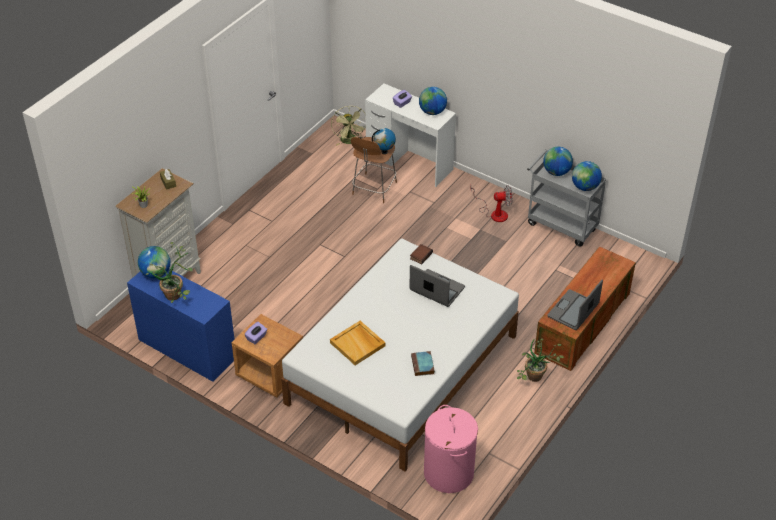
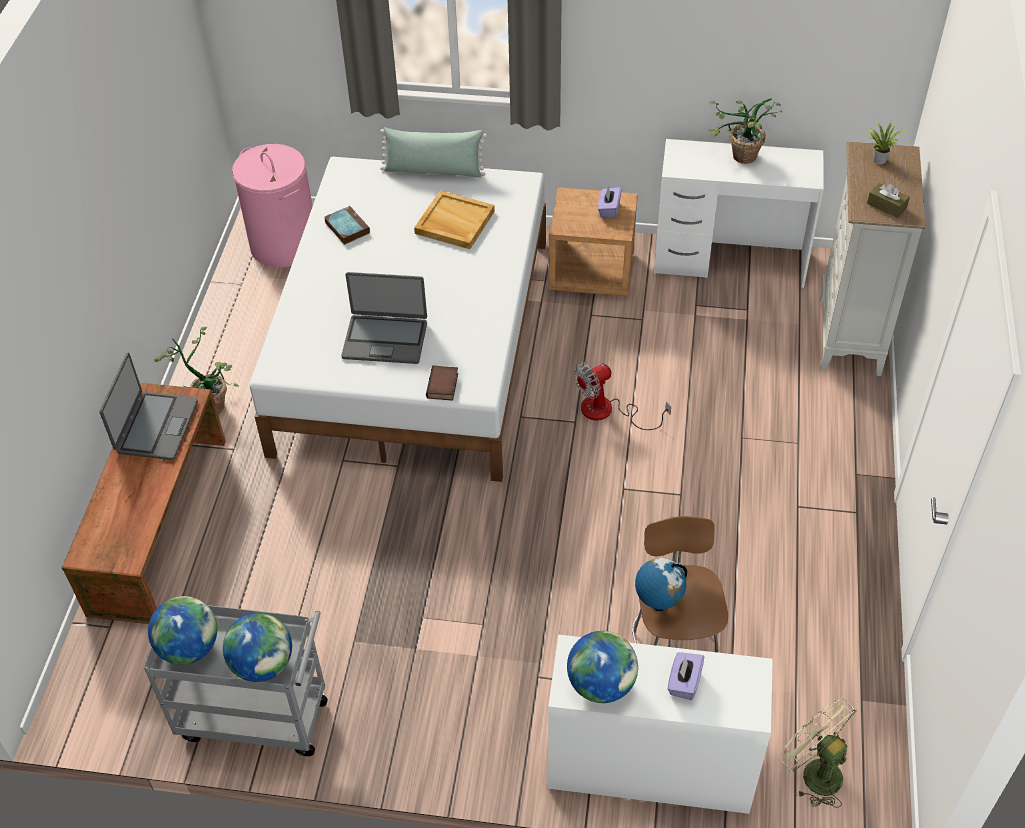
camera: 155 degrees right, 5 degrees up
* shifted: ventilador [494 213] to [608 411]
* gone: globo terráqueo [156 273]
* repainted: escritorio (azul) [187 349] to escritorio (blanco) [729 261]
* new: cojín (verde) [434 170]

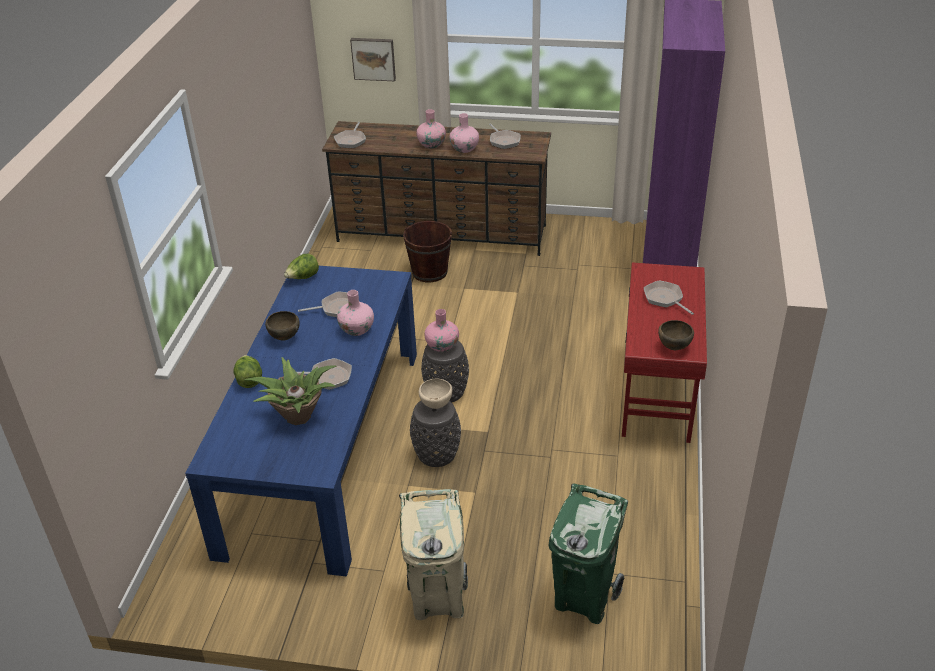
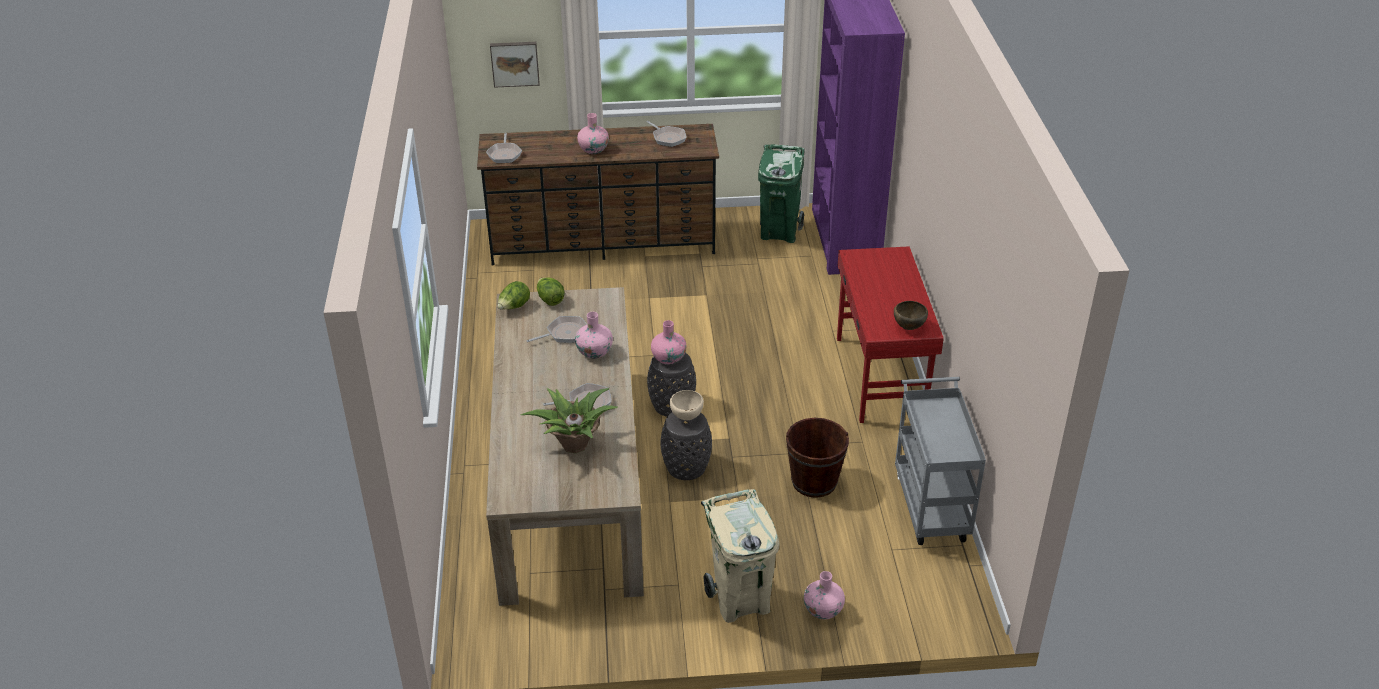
camera: 15 degrees left, 0 degrees up
* shifted: florero (rosa) [464 149] to [823 610]
* shifted: cubo (marrón) [429 272] to [814 482]
* repainted: mesa de comedor (azul) [324 447] to mesa de comedor (beis) [569 478]
* gone: sartén [665 299]
* gone: cuenco (marrón) [284 338]
* shifted: lechuga [249 380] to [550 300]
* shifted: papelera (verde) [584 598] to [779 232]
* new: carrito (gris) [930 508]

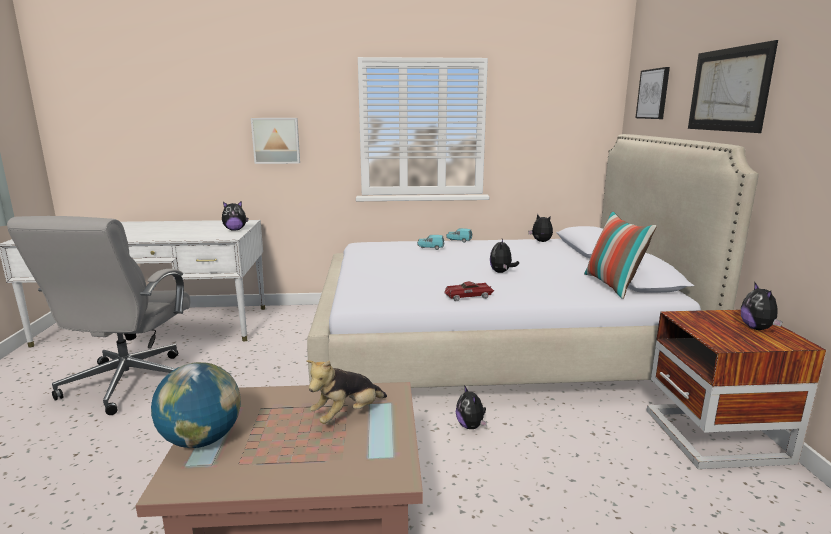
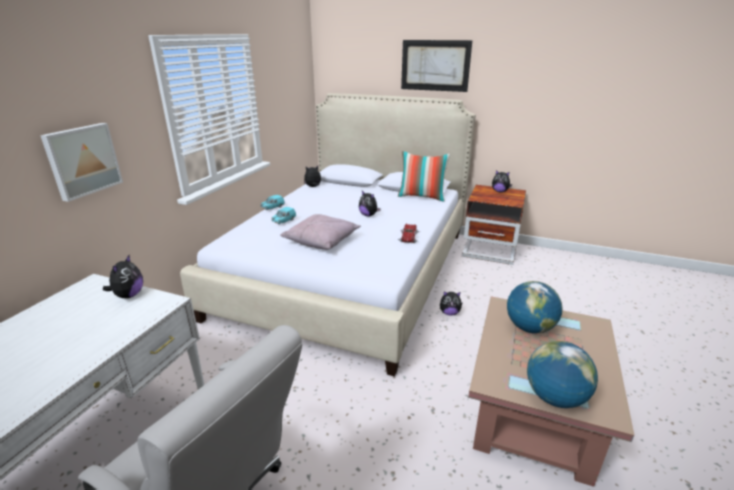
camera: 65 degrees left, 10 degrees up
* gone: cuadro [653 94]
* swapped: peluche [347 415] to globo terráqueo [529 327]
* new: cojín (morado) [322 240]

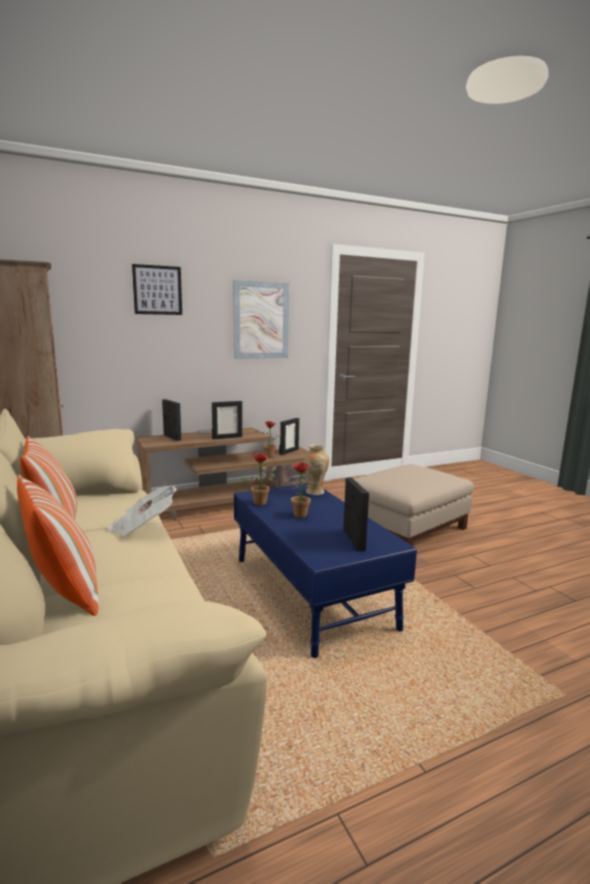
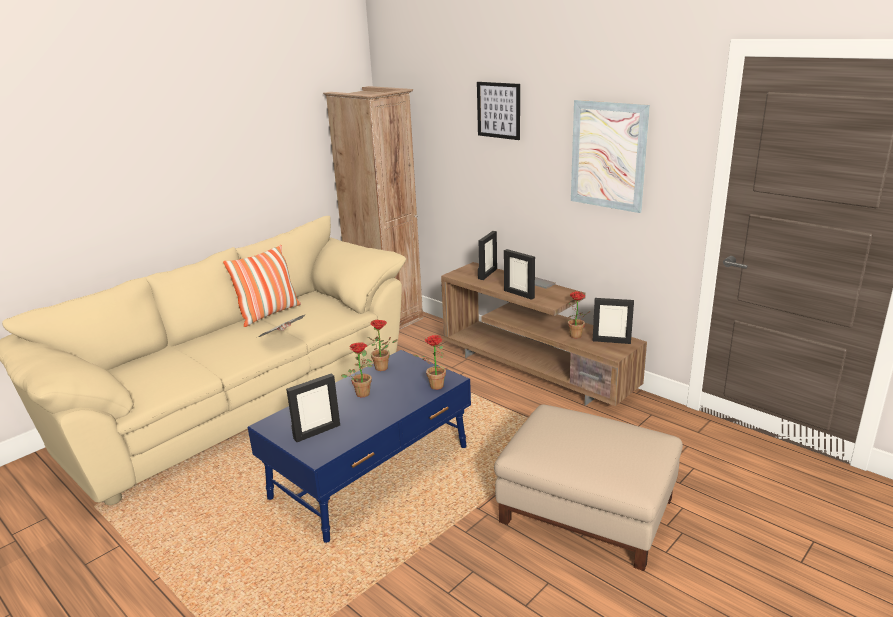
camera: 70 degrees right, 10 degrees up
* swapped: florero [315 492] to planta en maceta [433 386]
* gone: cojín [65 593]

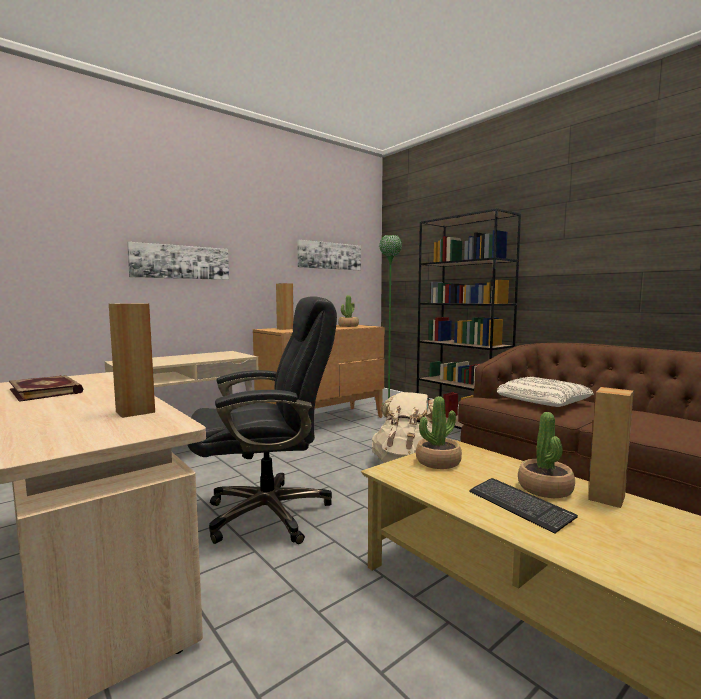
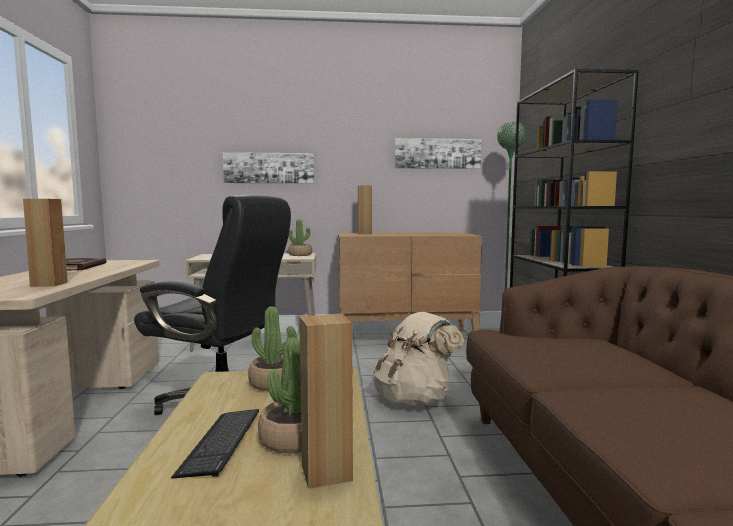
camera: 35 degrees right, 0 degrees up
* shifted: planta en maceta [348 326] to [300 255]
* gone: cojín (beis) [543 401]

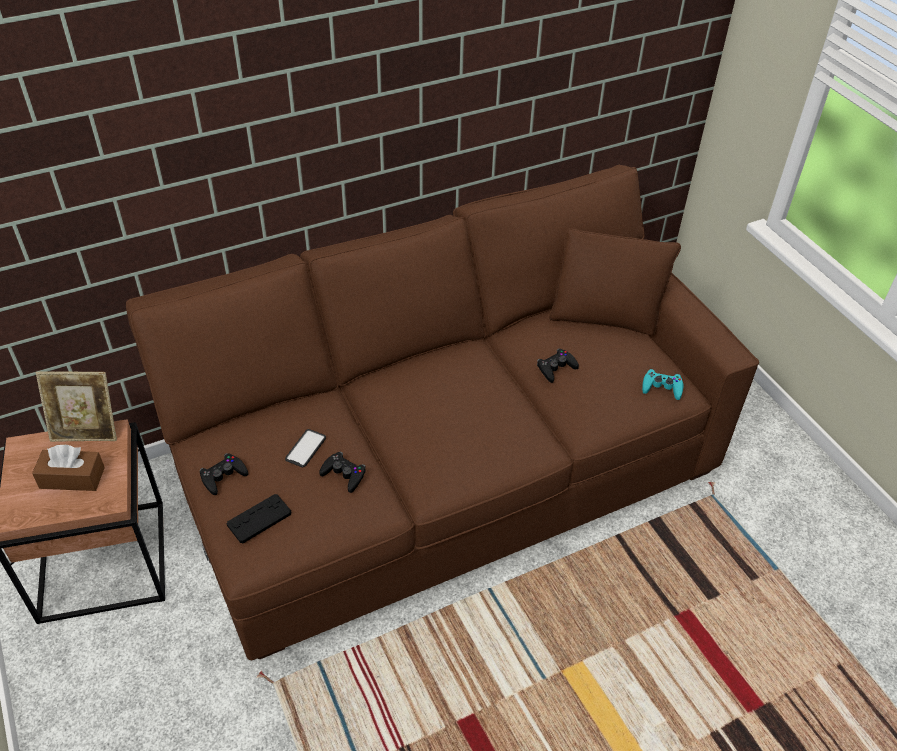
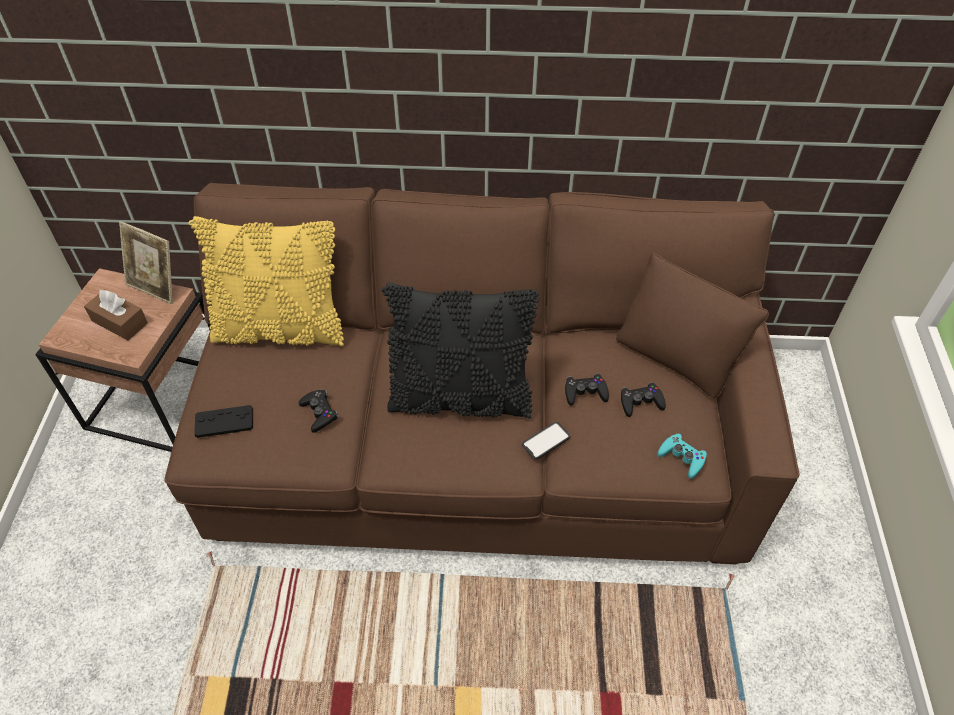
camera: 30 degrees right, 5 degrees up
* shifted: móvil [305 448] to [546 441]
* shifted: mando de consola (negro) [223 476] to [640 402]
* new: cojín (amarillo) [281 329]
* new: cojín (negro) [460 398]

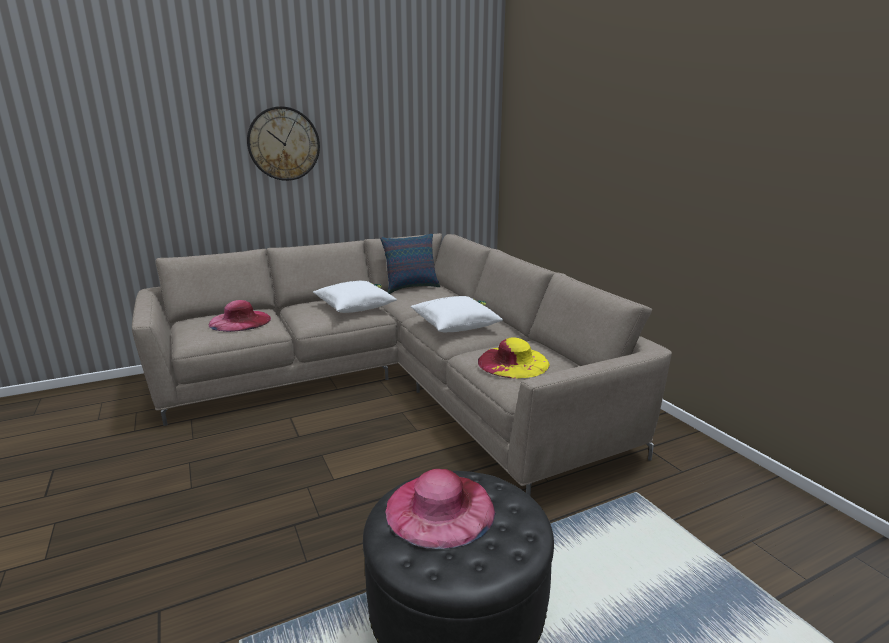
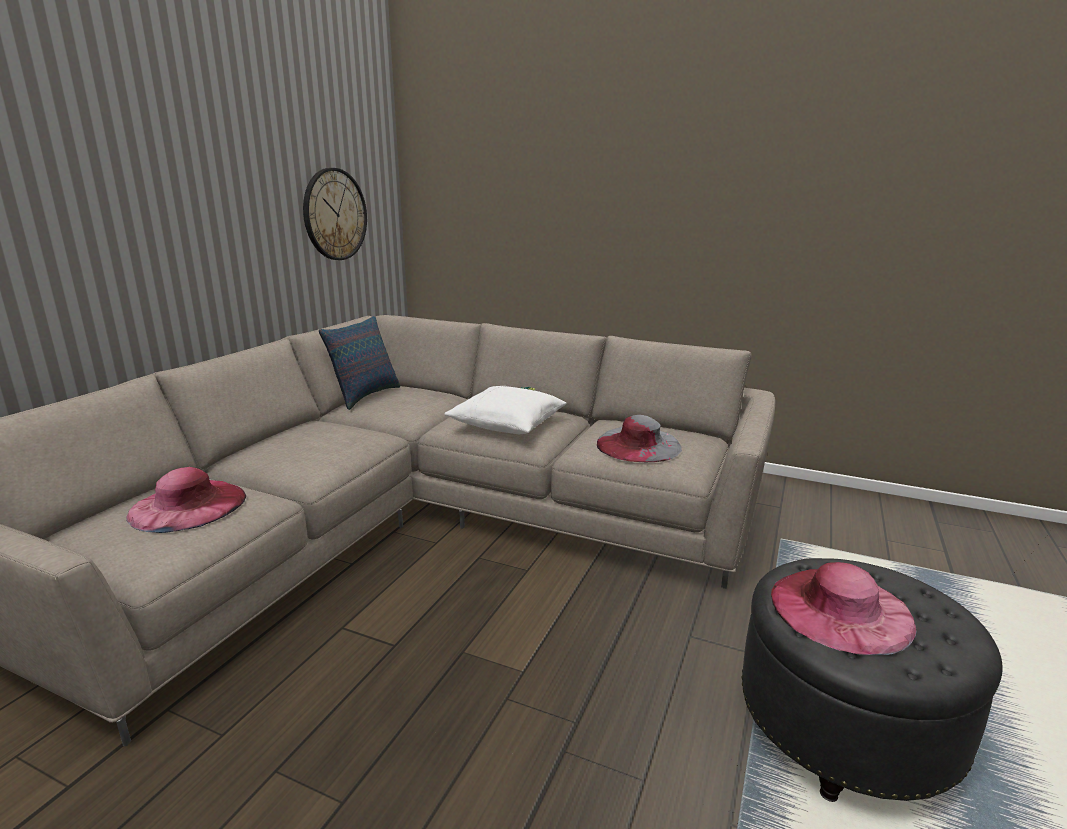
camera: 40 degrees left, 0 degrees up
* shifted: reloj de pared [283 144] to [335 214]
* gone: cojín (blanco) [354 307]
* repainted: sombrero (amarillo) [513 362] to sombrero (gris) [638 445]

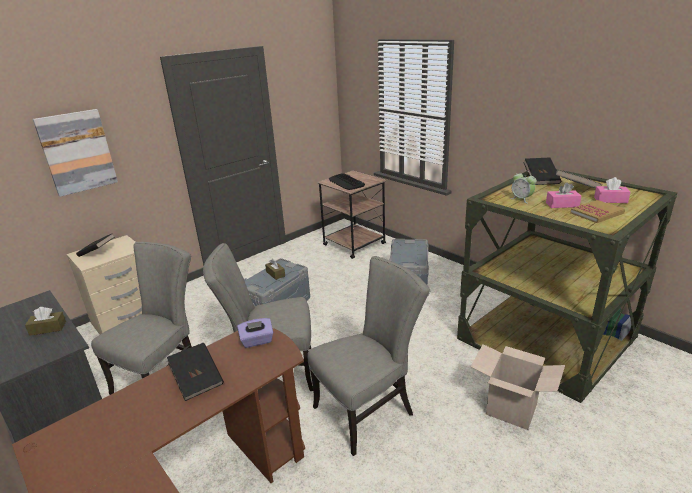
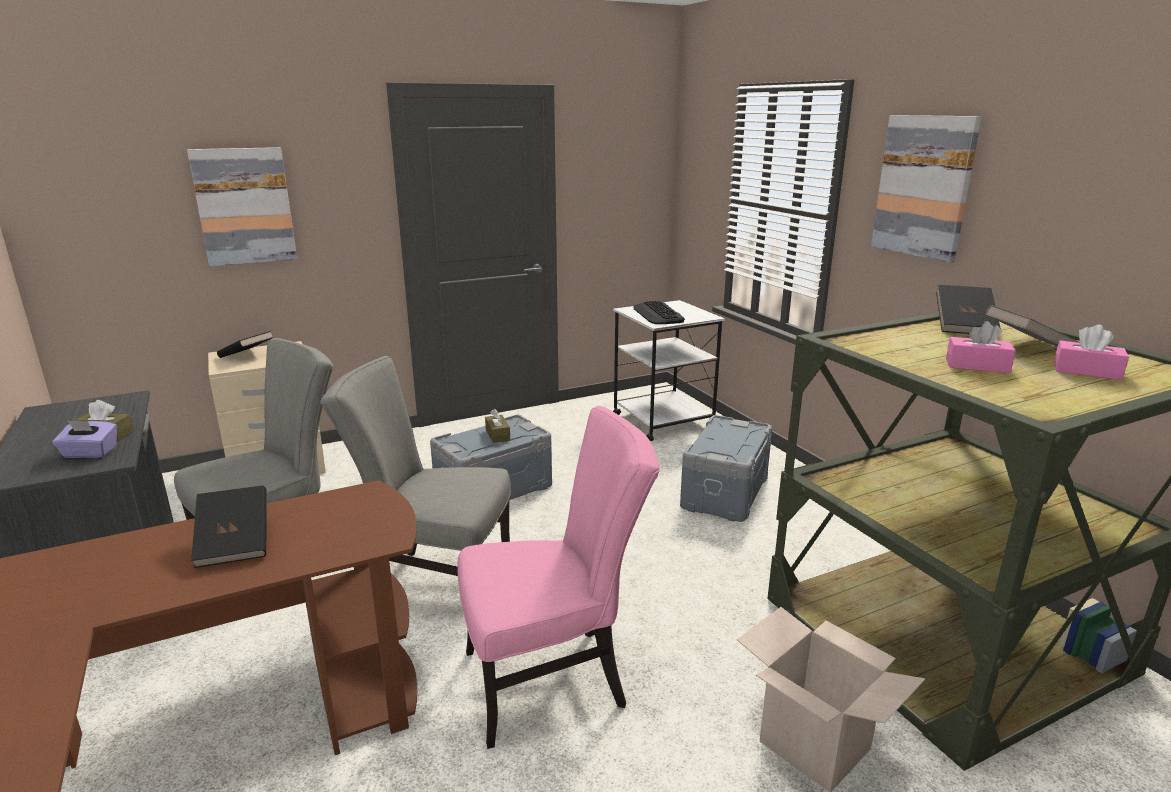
camera: 15 degrees right, 5 degrees down
* repainted: carrito (marrón) [354 244] to carrito (blanco) [663 422]
* gone: despertador [521 199]
* gone: libro [597 213]
* repainted: silla (gris) [369 409] to silla (rosa) [554 679]
* shifted: caja de pañuelos (morado) [257 341] to [90 453]
* new: cuadro [924 187]

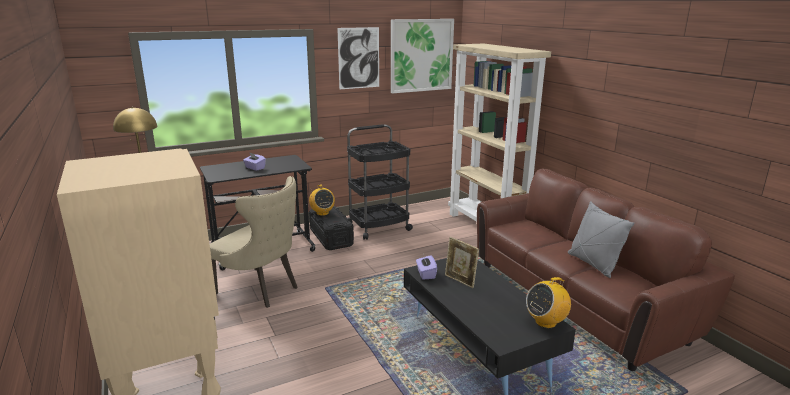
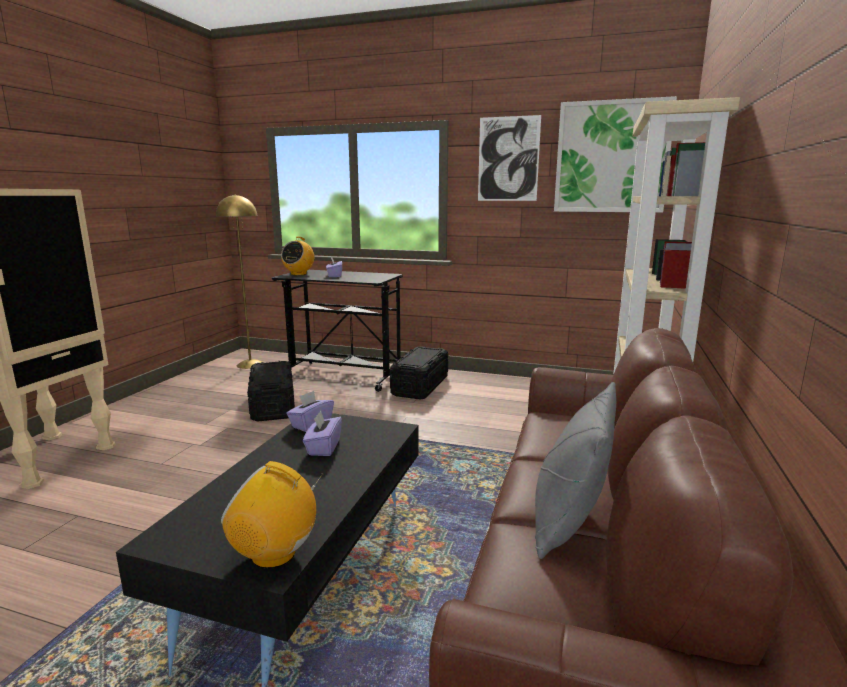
camera: 45 degrees right, 5 degrees down
* gone: carrito (negro) [378 227]
* swapped: silla (beis) [261 289] to caja de almacenaje (negro) [273 405]
* shifted: radio [322 213] to [299 274]
* swapped: portarretratos [460 281] to caja de pañuelos (morado) [323 447]

